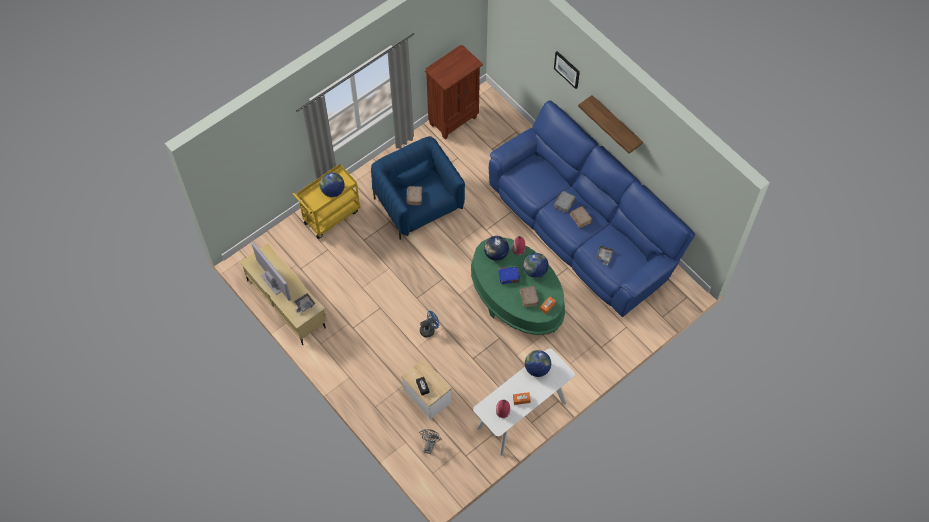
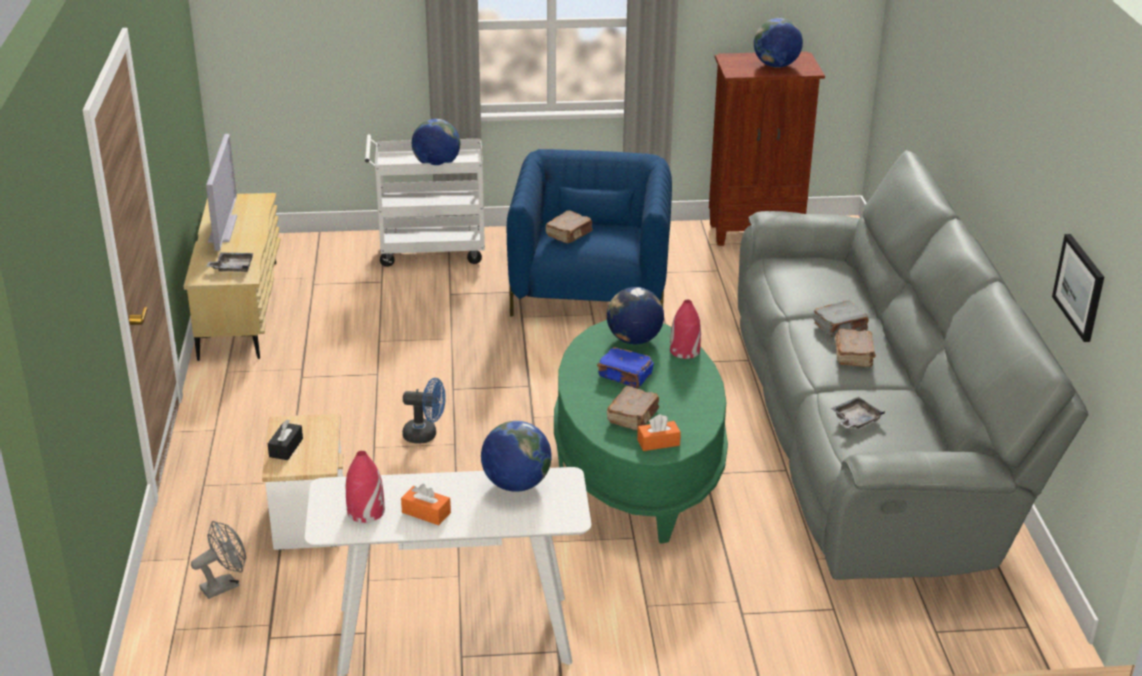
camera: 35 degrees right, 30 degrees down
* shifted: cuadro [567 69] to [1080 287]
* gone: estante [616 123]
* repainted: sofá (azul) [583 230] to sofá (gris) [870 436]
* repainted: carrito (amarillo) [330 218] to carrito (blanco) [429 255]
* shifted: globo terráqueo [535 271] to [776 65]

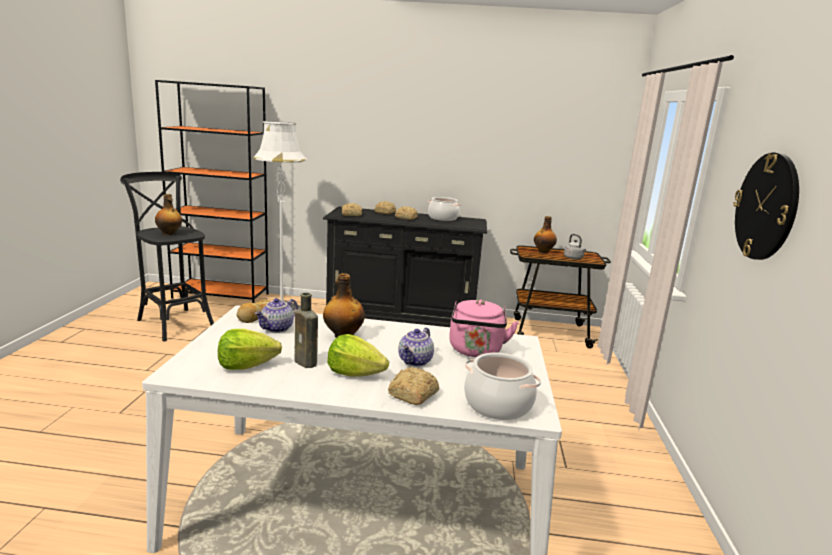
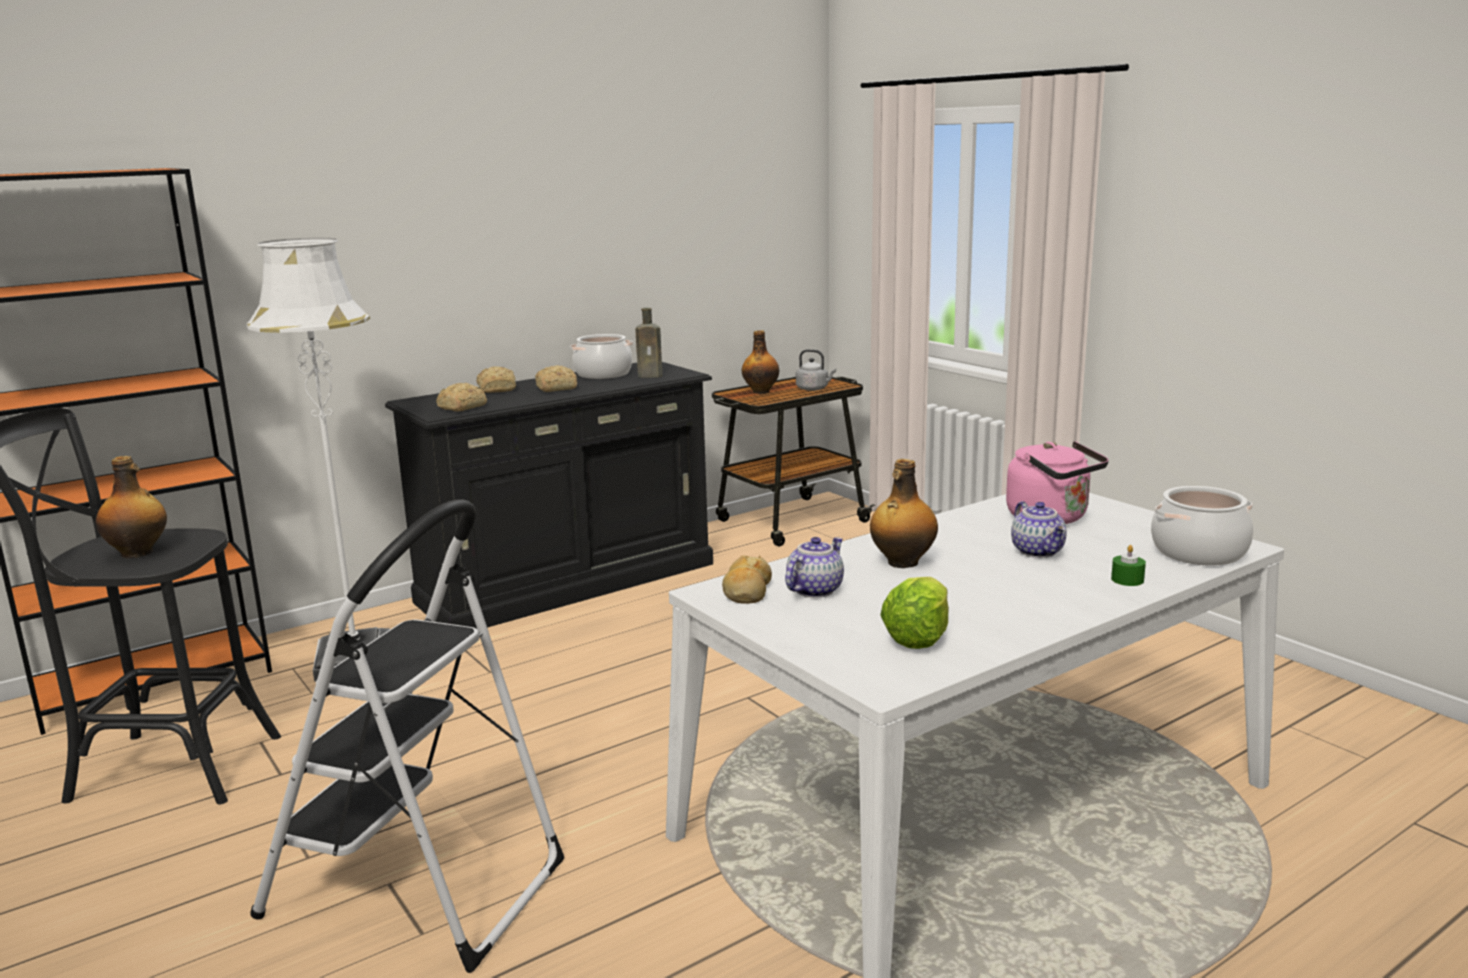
camera: 40 degrees left, 0 degrees up
* gone: reloj de pared [766 207]
* shifted: botella (marrón) [307 363] to [652 376]
* rotated: tetera [277 329] = [814 590] 135 degrees counterclockwise
* gone: lechuga [355 373]
* swapped: pan [412 395] to vela (verde) [1127 580]
* new: escalera de tijera [419 891]

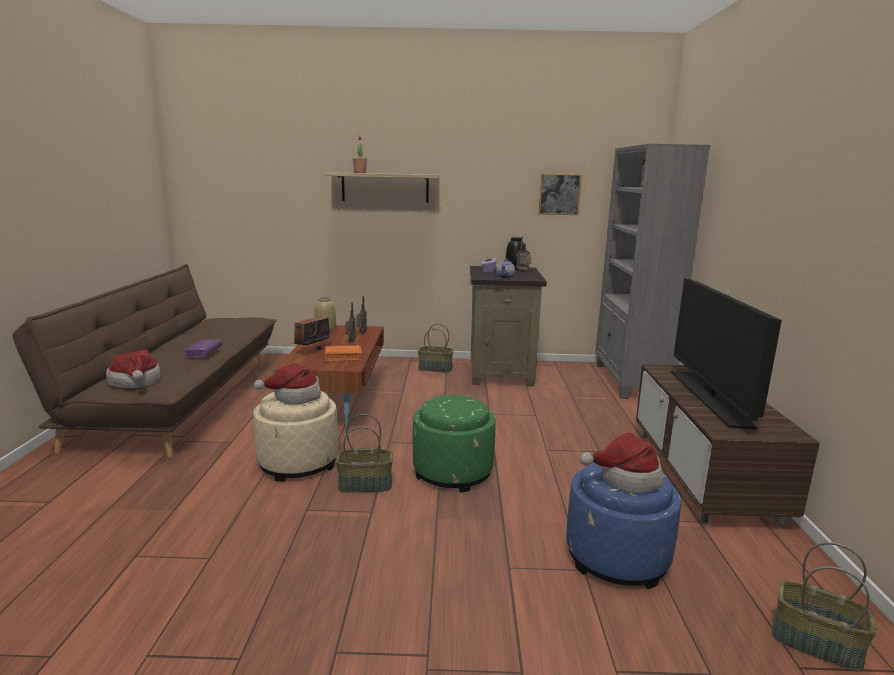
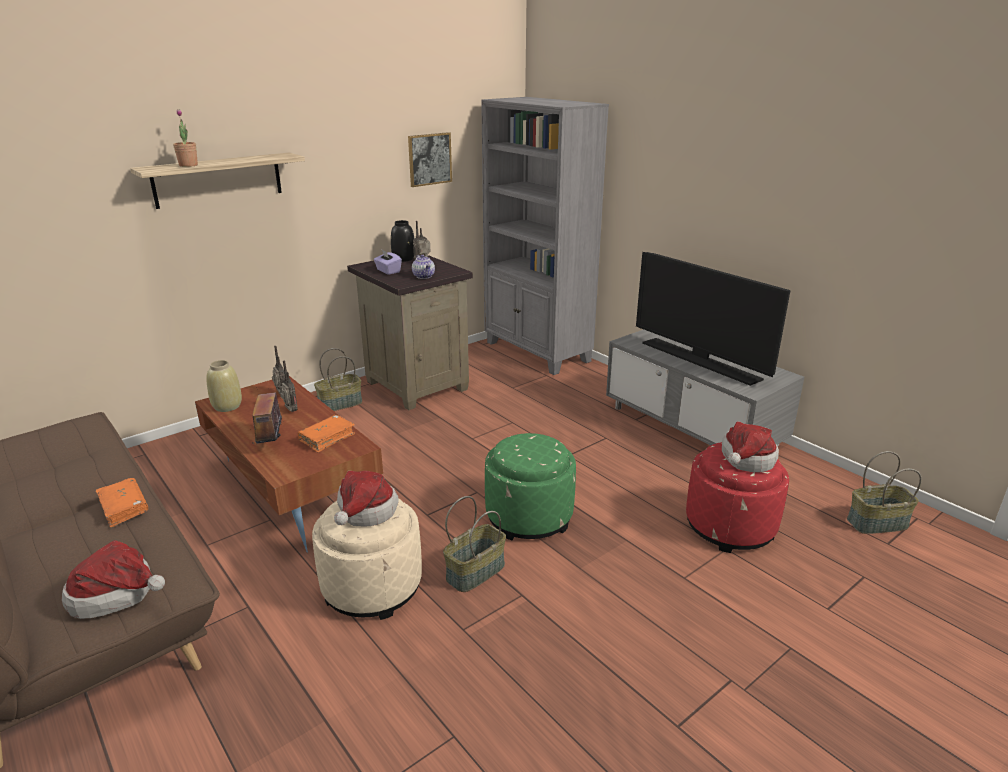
camera: 40 degrees left, 10 degrees up
* repainted: libro (morado) [203 353] to libro (naranja) [124 508]
* repainted: mueble de televisión (marrón) [703 474] to mueble de televisión (gris) [692 426]
* repainted: puf (azul) [616 557] to puf (rojo) [730 526]

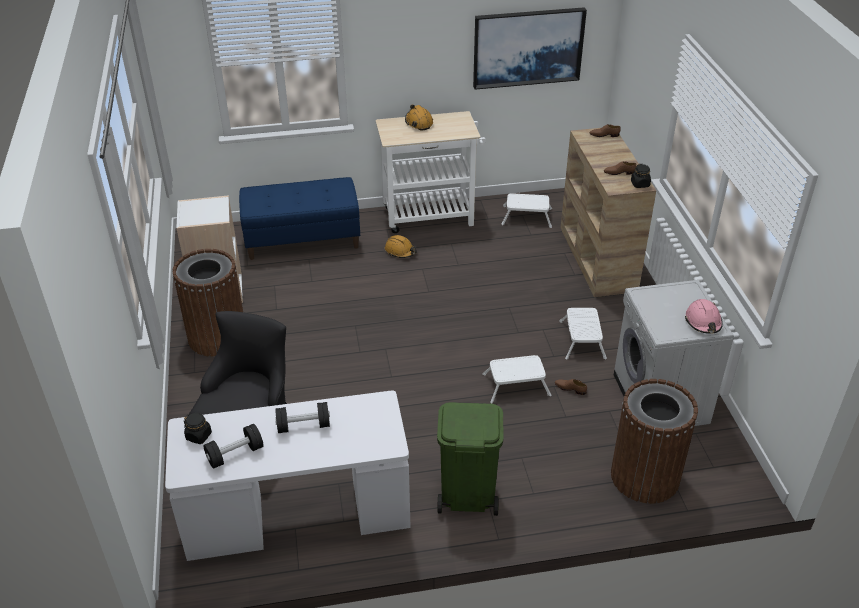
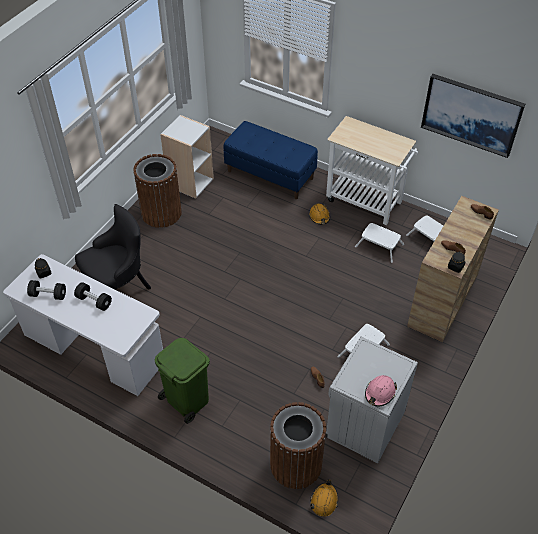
camera: 40 degrees right, 10 degrees up
* shifted: casco (naranja) [418 122] to [324 501]
* shifted: escalera de tijera (blanco) [516 384] to [379 245]

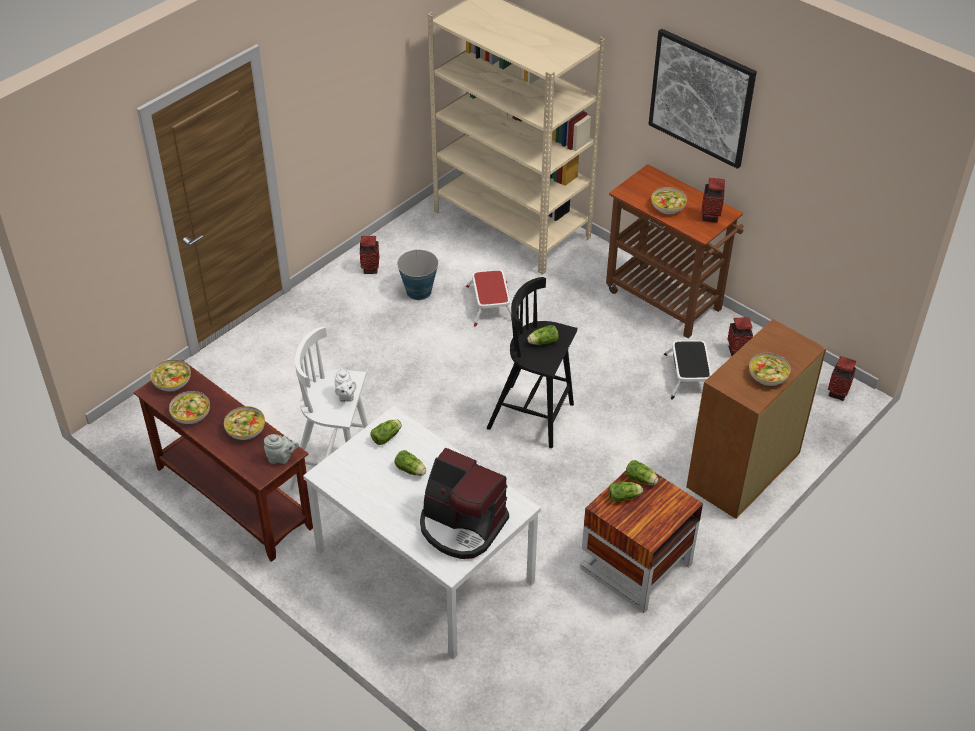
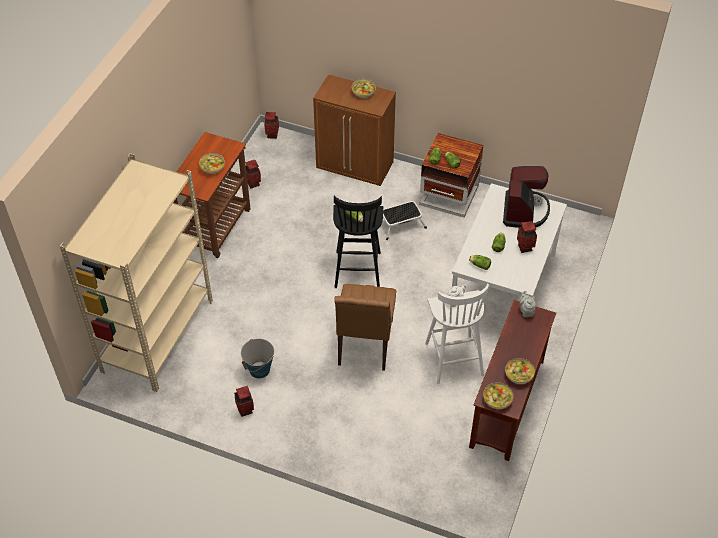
camera: 110 degrees left, 5 degrees up
* gone: cuadro [701 98]
* shifted: florero [710 217] to [525 248]
* gone: escalera de tijera (rojo) [491 304]
* shifted: escalera de tijera (negro) [688 376] to [401 224]
* gone: cuenco [246 430]
* new: silla (marrón) [365 342]

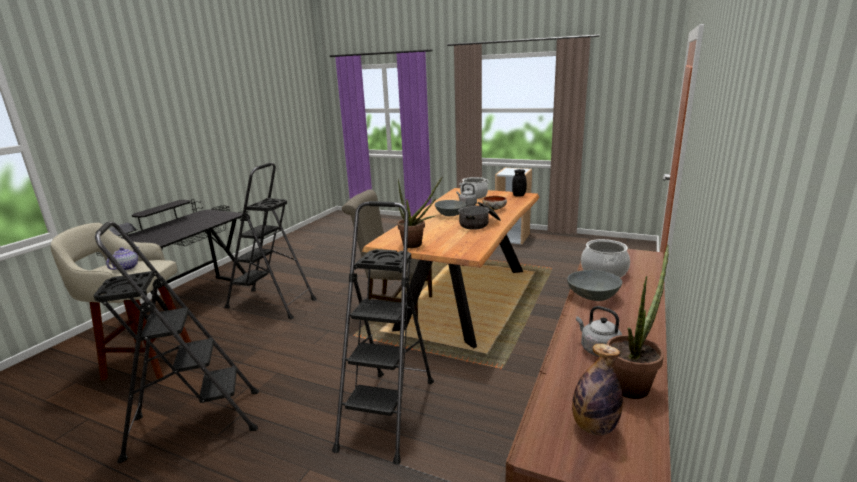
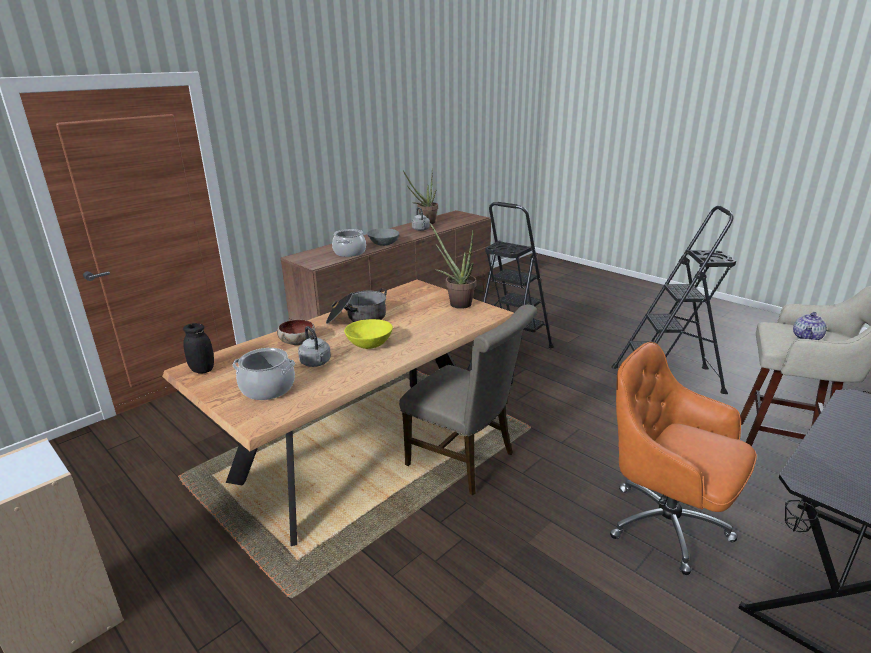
camera: 160 degrees left, 5 degrees up
* swapped: escalera de tijera [272 303] to silla de oficina (naranja) [667 523]
* repainted: cuenco (gris) [450 215] to cuenco (amarillo) [370 344]
* gone: botella [594 427]

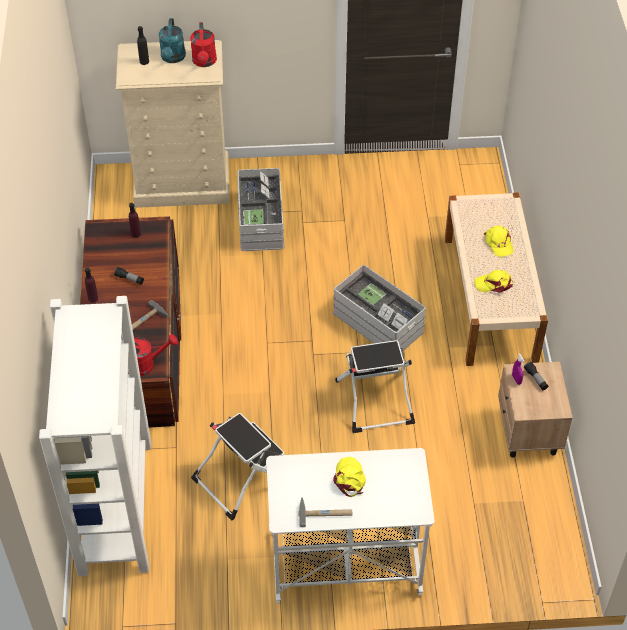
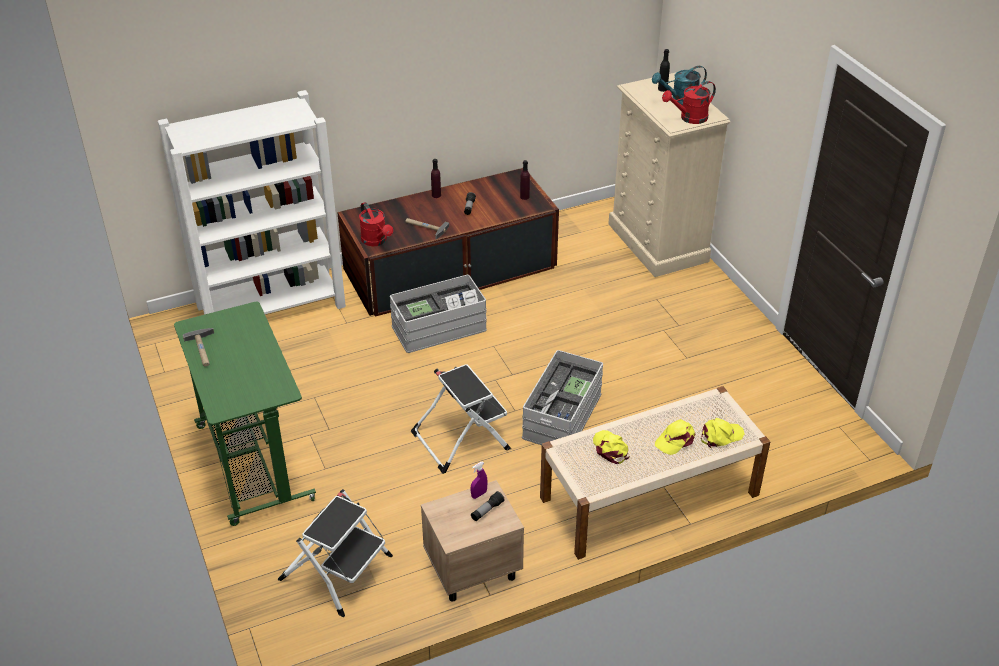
camera: 70 degrees right, 10 degrees down
* shifted: caja de almacenaje (gris) [260 221] to [439 327]
* shifted: escalera de tijera [241 477] to [336 570]
* repainted: escritorio (blanco) [345 563] to escritorio (verde) [254 463]
* shifted: gorra (amarillo) [349 478] to [721 436]

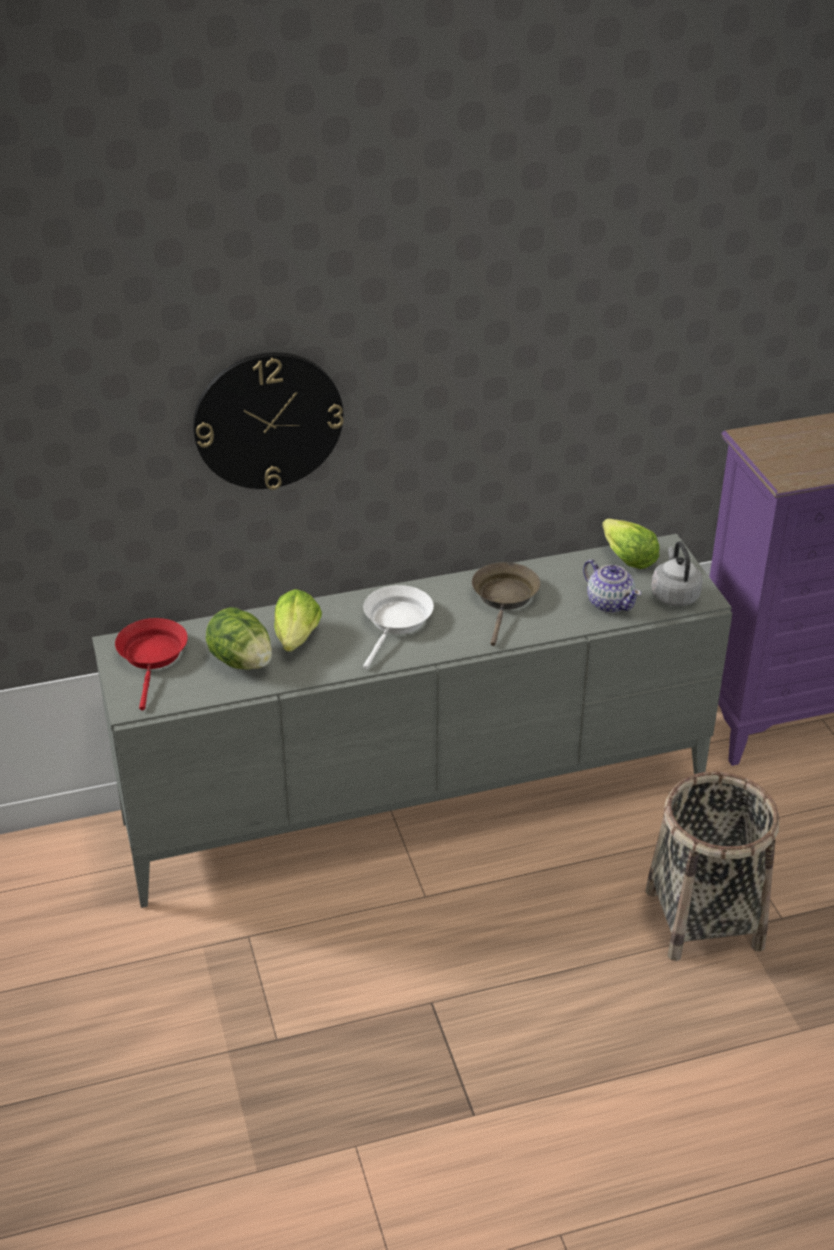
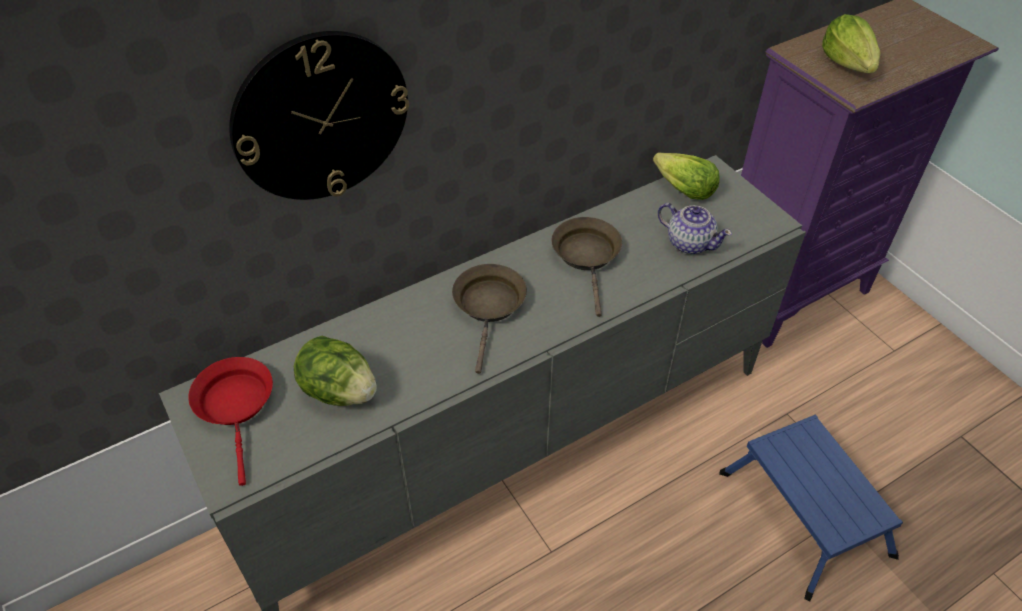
camera: 15 degrees left, 10 degrees up
* gone: hervidor (gris) [674 595]
* repainted: sartén (blanco) [396 622] to sartén (marrón) [489 307]
* shifted: lechuga [297 638] to [848 64]
* swapped: cesta [704 919] to escalera de tijera (azul) [806 514]

